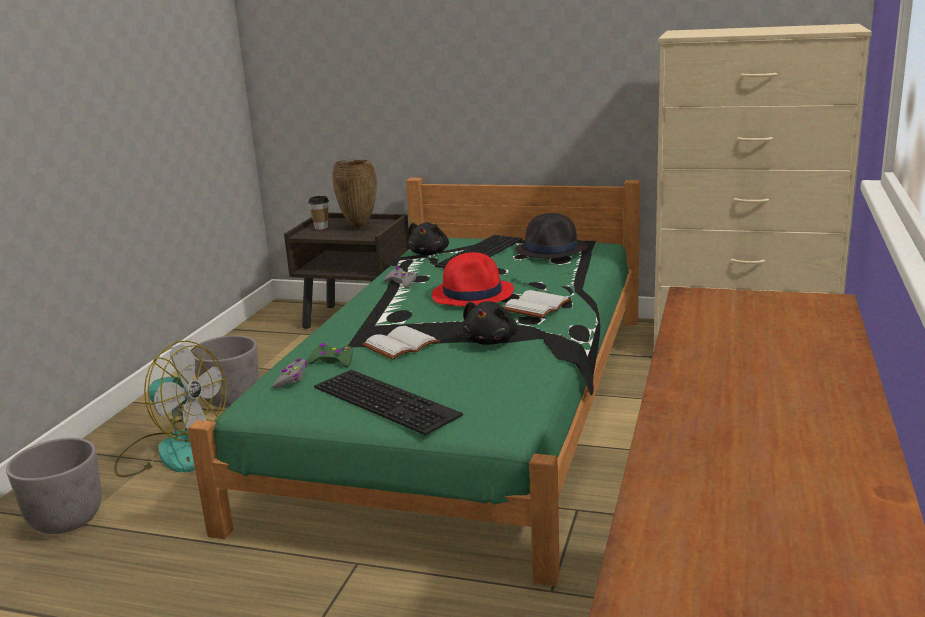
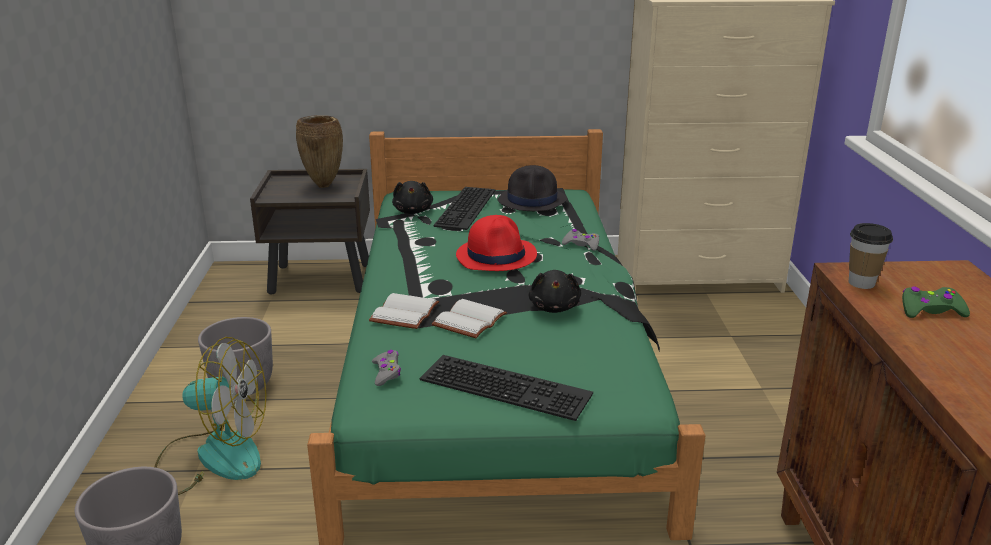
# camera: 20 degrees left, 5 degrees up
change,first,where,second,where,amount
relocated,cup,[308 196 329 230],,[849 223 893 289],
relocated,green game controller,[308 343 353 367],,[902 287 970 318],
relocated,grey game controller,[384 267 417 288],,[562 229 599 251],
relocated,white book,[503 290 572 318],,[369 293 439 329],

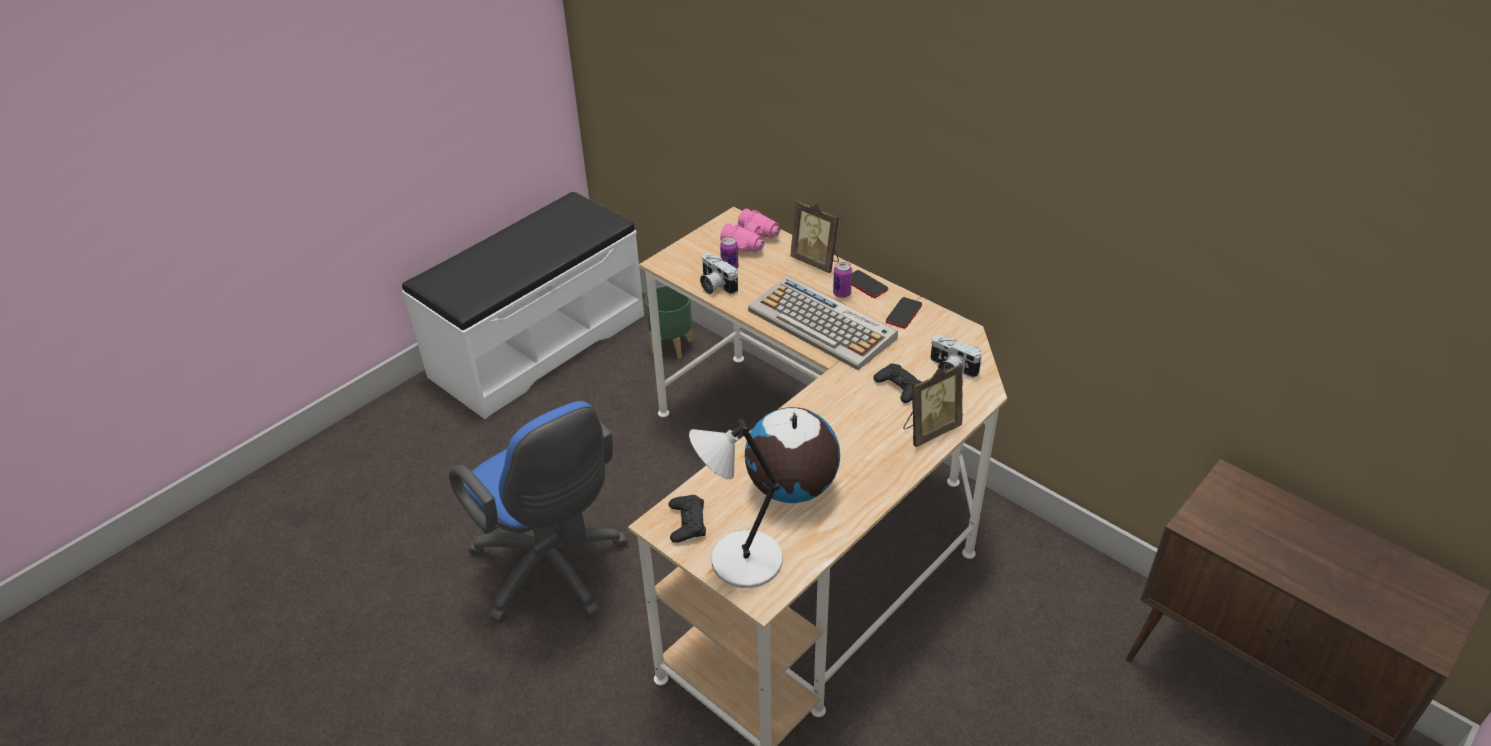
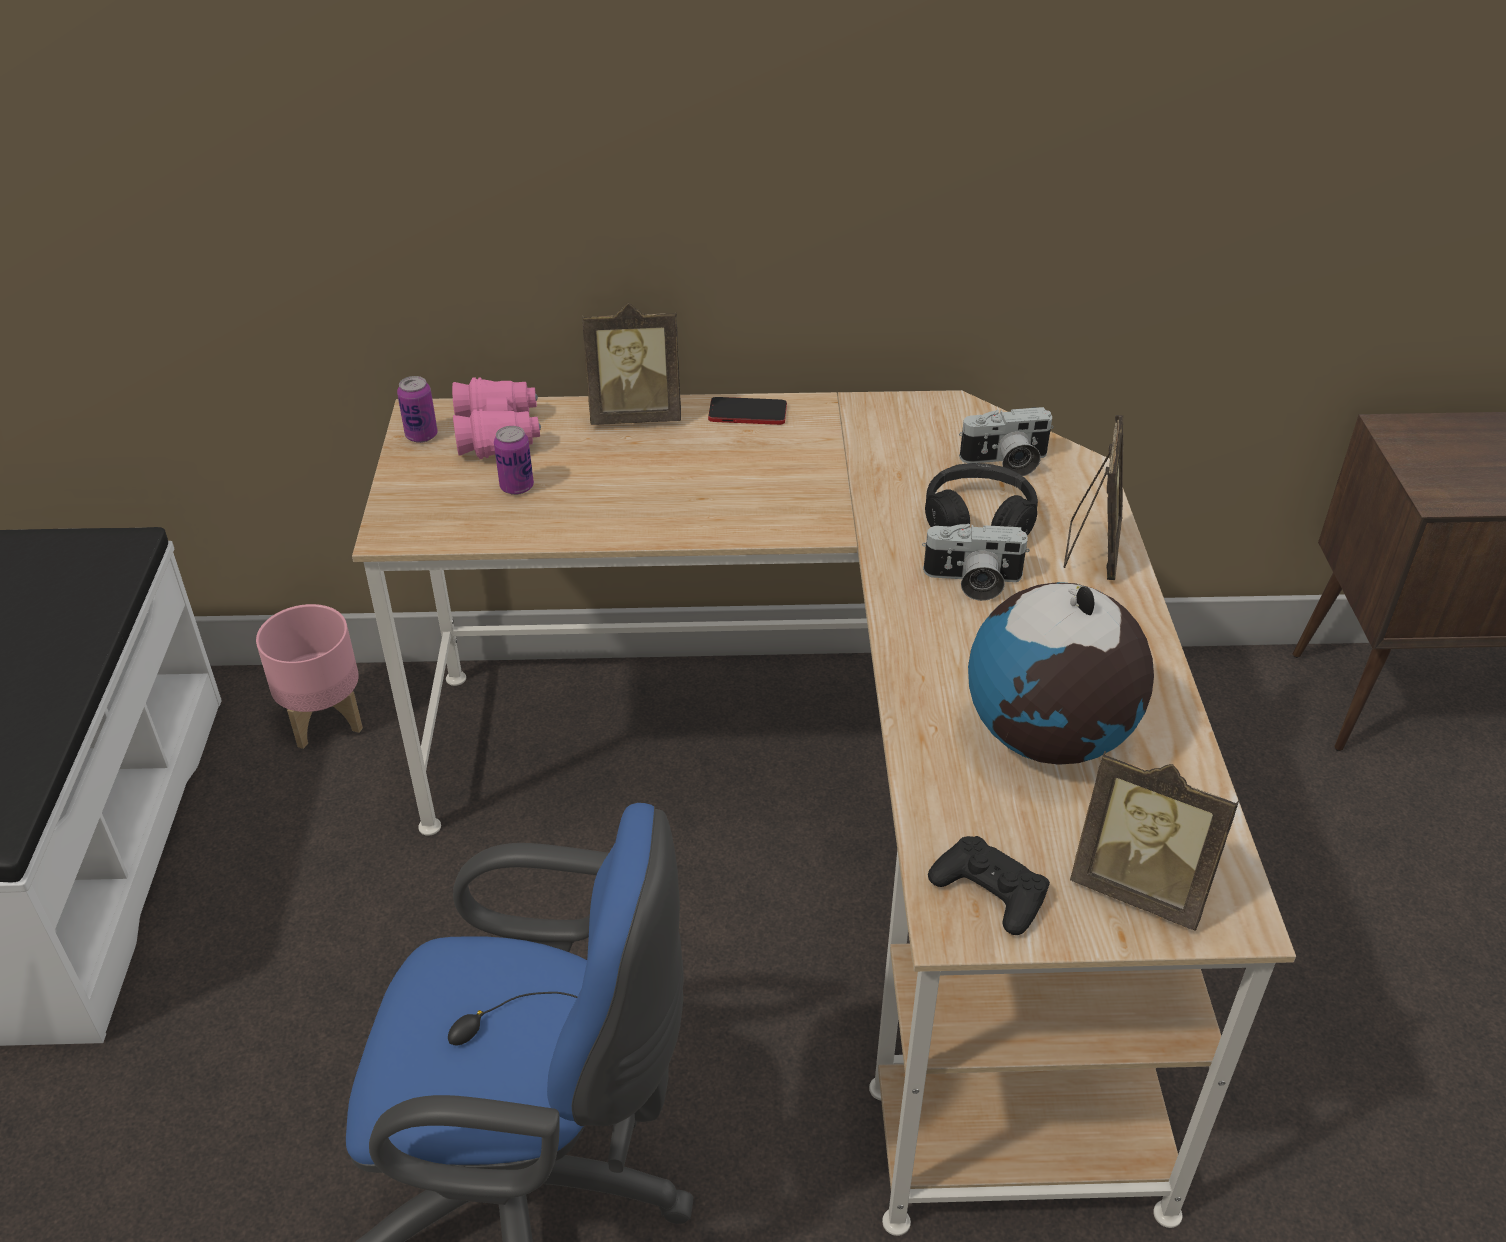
# camera: 45 degrees left, 0 degrees up
change,first,where,second,where,amount
colour,green planter,[645 285 693 359],pink planter,[256 604 363 749],
exchanged,grey table lamp,[689 419 783 588],picture frame,[1070 751 1239 931],
relocated,photo camera,[700 253 738 295],,[922 523 1030 601],
missing,keyboard,[748 276 898 370],,,
relocated,can,[833 262 852 298],,[397 376 438 443],
exchanged,black game controller,[873 364 922 403],black headphones,[925 463 1038 536],
missing,phone,[886 297 922 329],,,

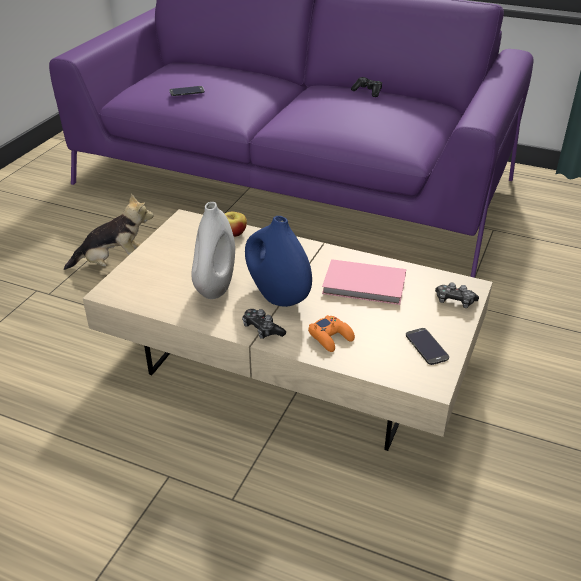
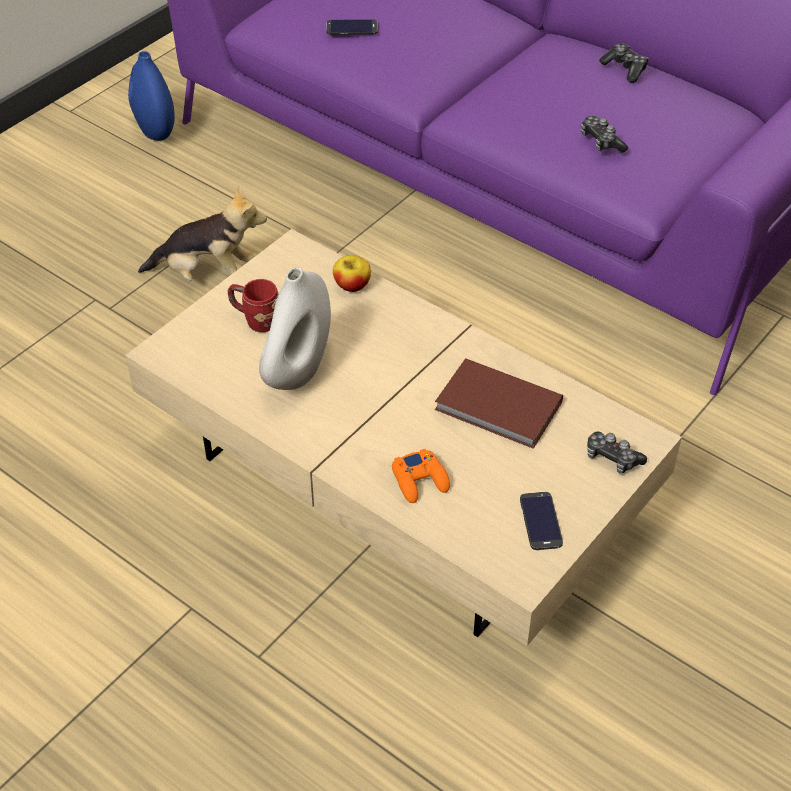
# camera: 15 degrees right, 10 degrees up
change,first,where,second,where,amount
relocated,game controller,[242 309 286 339],,[581 116 628 153],
relocated,blue vase,[245 216 312 307],,[128 51 175 141],
colour,pink book,[322 259 406 305],brown book,[435 358 563 449],
appeared,,,red mug,[228 279 278 332],

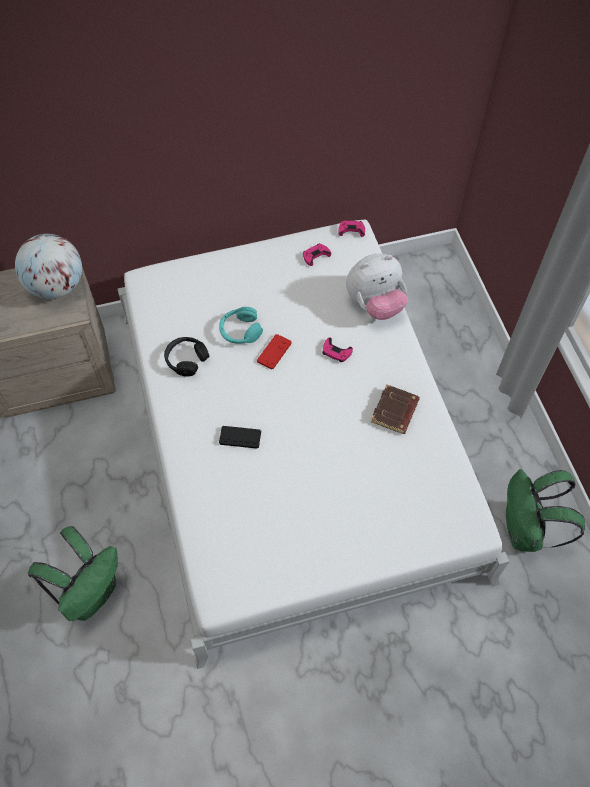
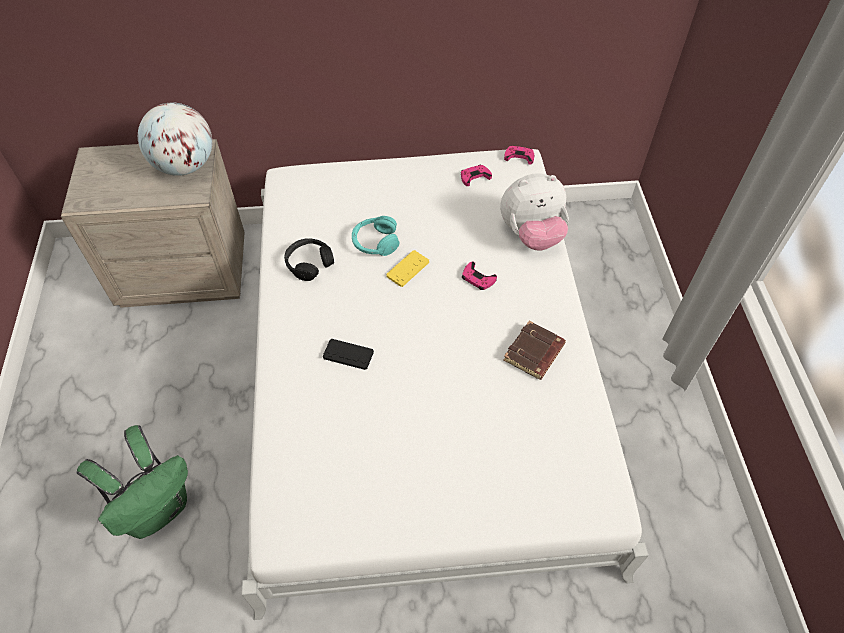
# camera: 10 degrees right, 5 degrees down
change,first,where,second,where,amount
colour,red game controller,[257 334 292 370],yellow game controller,[386 250 429 287],
missing,green backpack,[506 469 585 552],,,

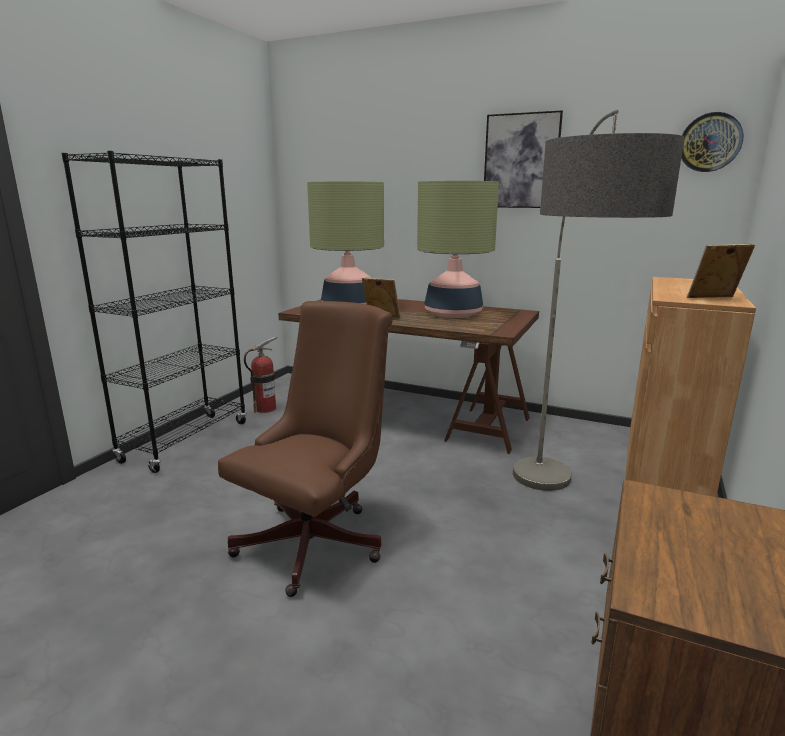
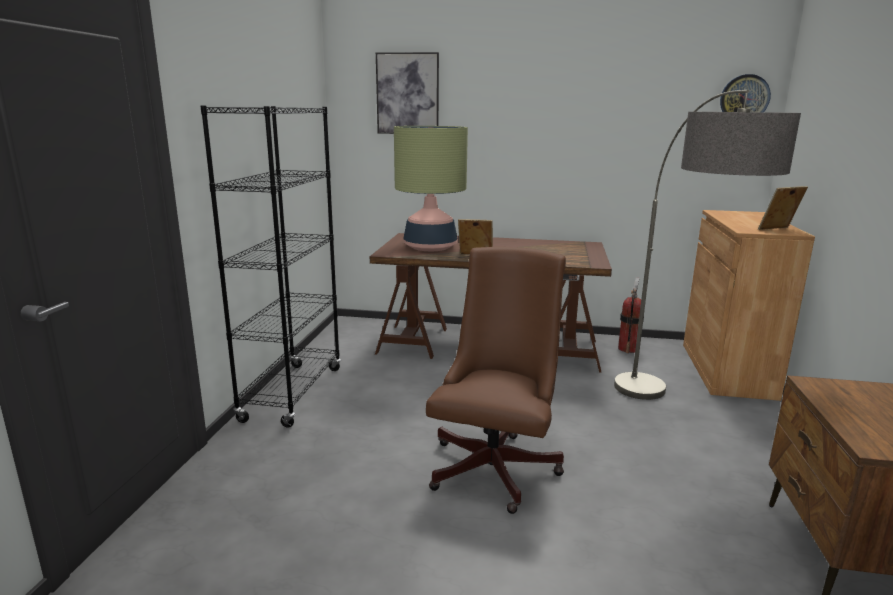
# camera: 15 degrees left, 0 degrees up
change,first,where,second,where,amount
relocated,fire extinguisher,[244 337 277 413],,[618 277 644 353],
missing,table lamp,[417 181 499 318],,,
relocated,picture,[484 110 563 208],,[376 52 439 134],

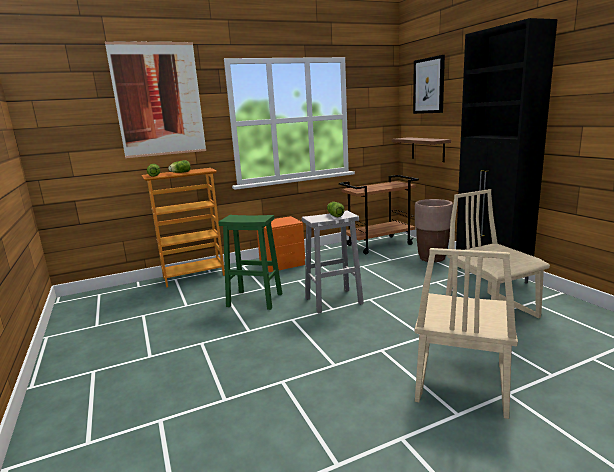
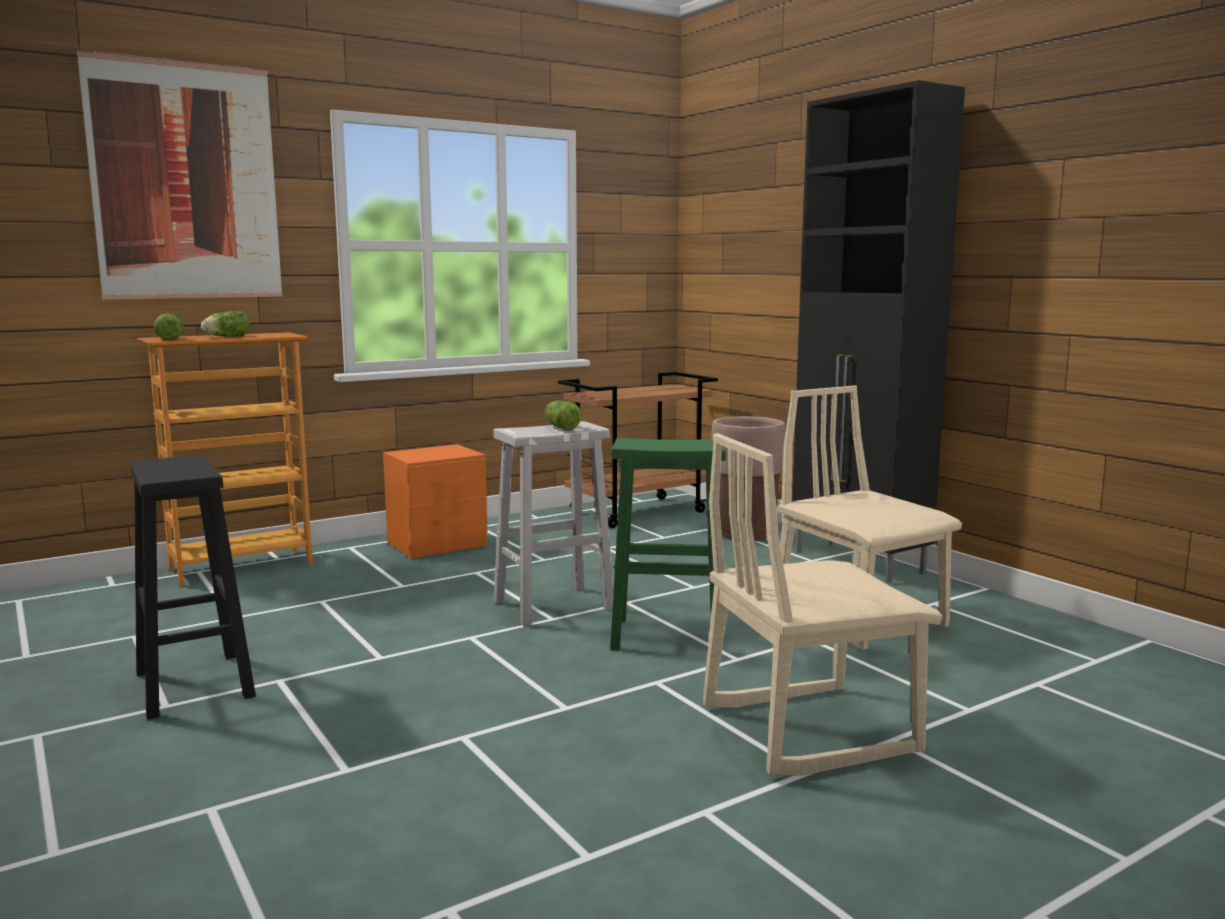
# camera: 10 degrees left, 5 degrees down
change,first,where,second,where,amount
relocated,green stool,[218 215 282 310],,[610 438 726 654],
missing,shelf,[392 137 451 162],,,
missing,picture,[413 55 445 114],,,
spun,beige chair,[415 248 518 419],,[703 433 942 776],60 degrees clockwise
appeared,,,black stool,[130 455 256 719],

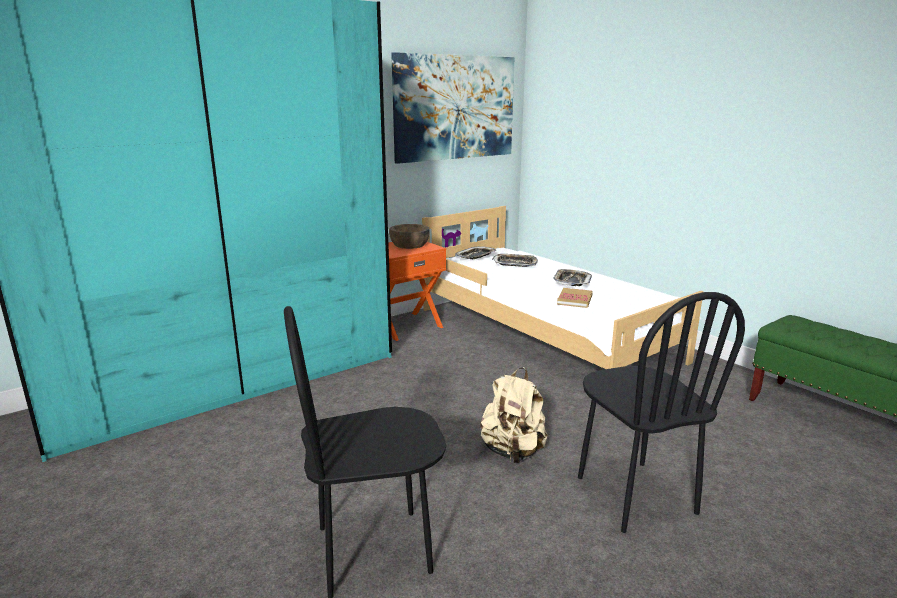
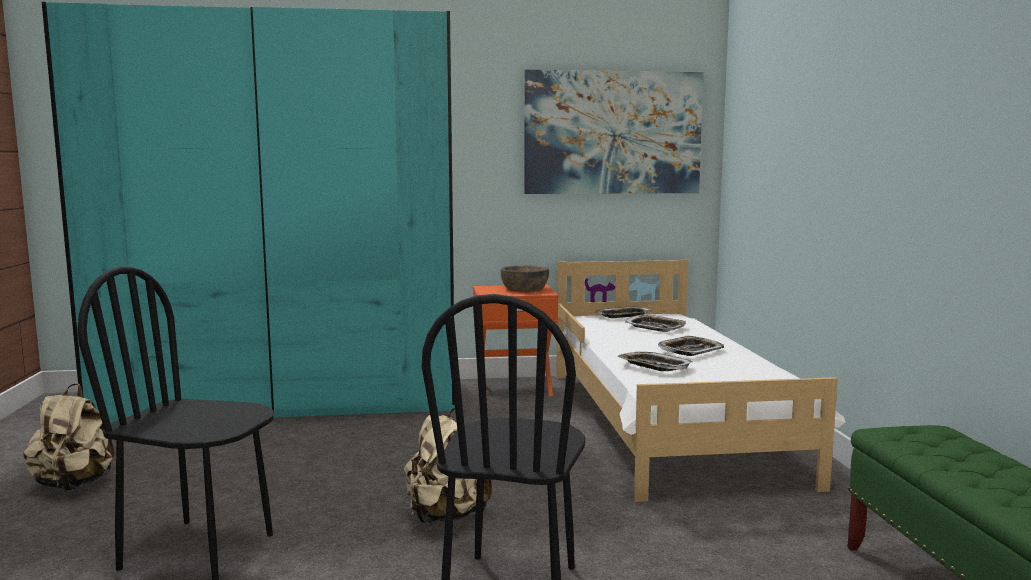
# camera: 30 degrees right, 10 degrees down
change,first,where,second,where,amount
exchanged,book,[557 288 593 308],tray,[618 352 692 371],
appeared,,,beige backpack,[23 383 114 491],

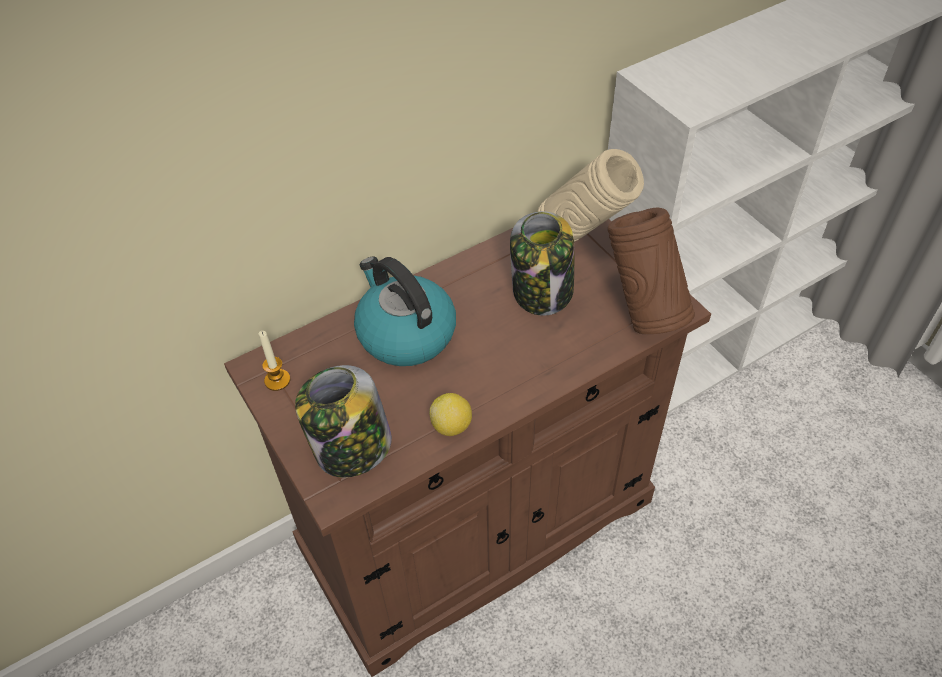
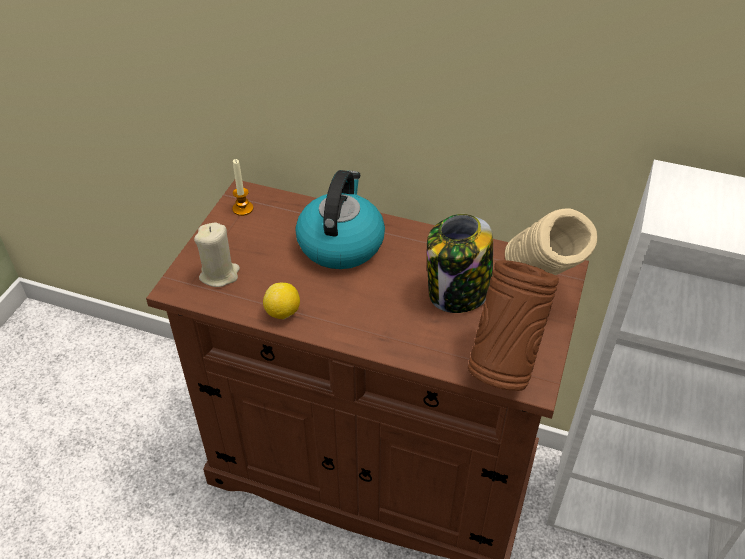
# camera: 50 degrees right, 5 degrees down
change,first,where,second,where,amount
exchanged,jar,[295 365 392 478],beige candle,[194 222 240 287],

